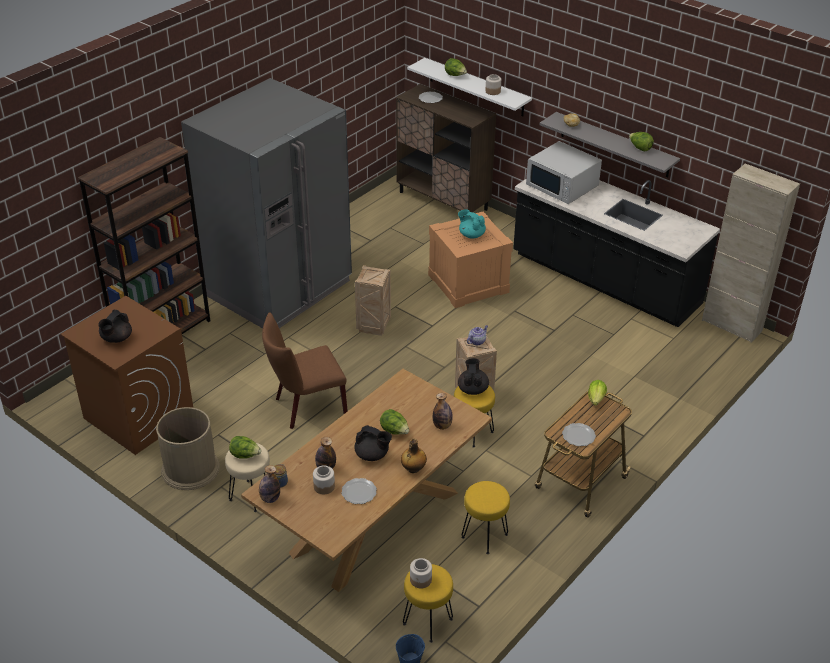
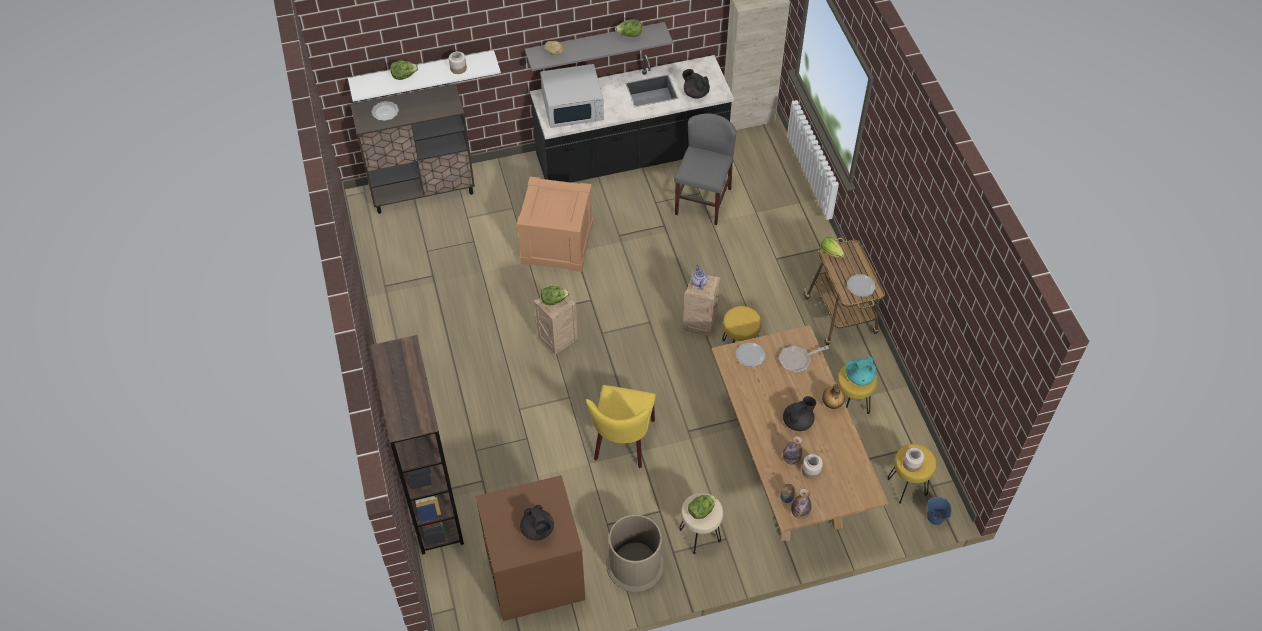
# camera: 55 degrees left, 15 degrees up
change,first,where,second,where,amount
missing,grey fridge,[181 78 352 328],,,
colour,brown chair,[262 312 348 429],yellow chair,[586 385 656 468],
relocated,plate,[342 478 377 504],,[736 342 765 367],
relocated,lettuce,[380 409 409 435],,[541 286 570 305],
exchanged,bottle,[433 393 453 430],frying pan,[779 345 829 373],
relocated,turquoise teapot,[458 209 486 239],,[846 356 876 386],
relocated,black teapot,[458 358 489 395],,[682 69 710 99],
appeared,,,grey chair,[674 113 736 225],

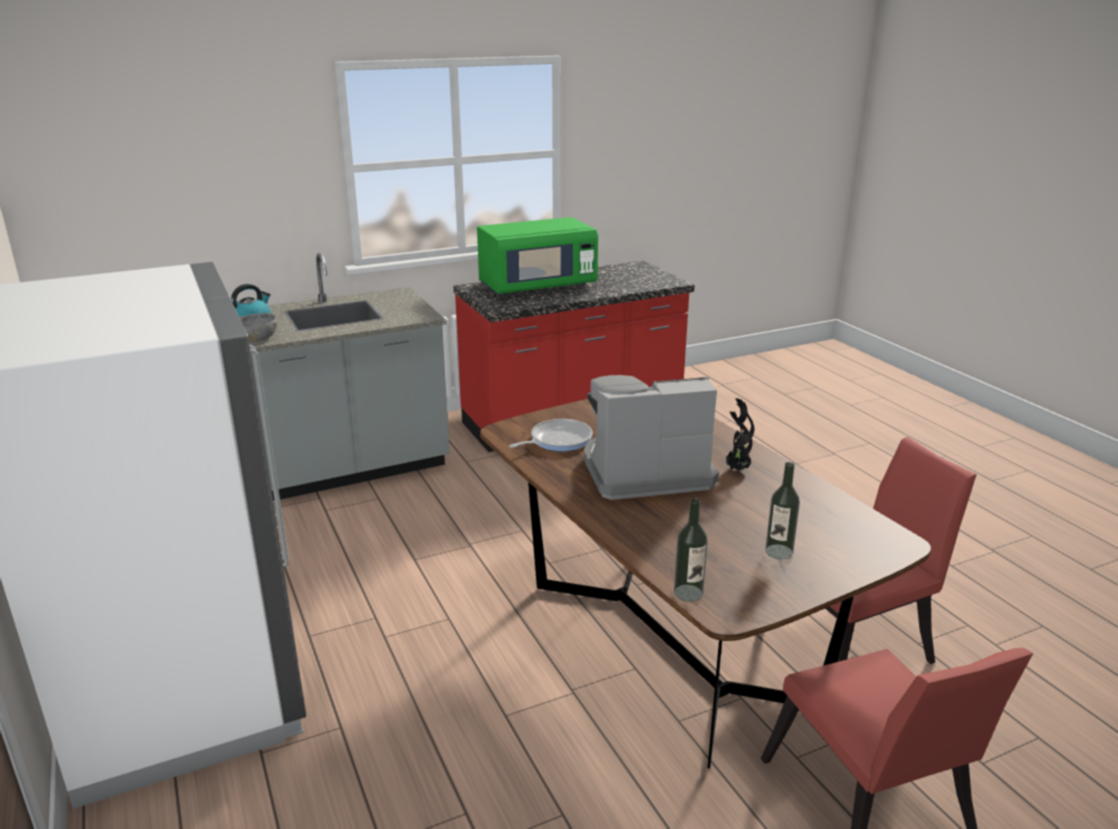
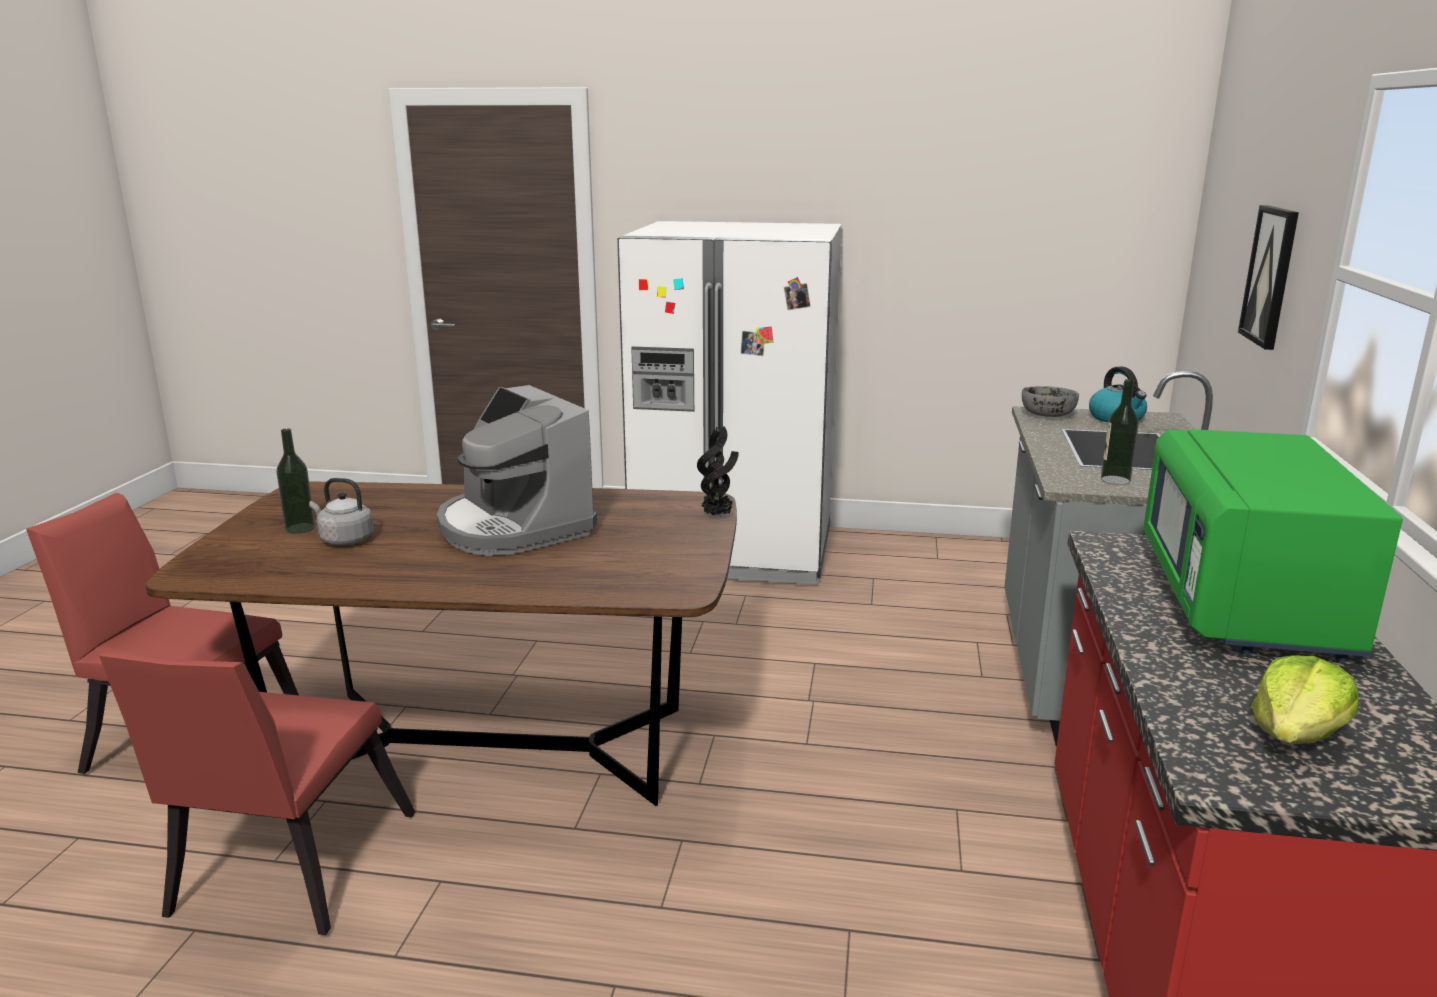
# camera: 125 degrees right, 5 degrees down
change,first,where,second,where,amount
missing,frying pan,[509 419 593 452],,,
spun,coffee machine,[584 375 719 500],,[437 385 597 556],120 degrees clockwise
relocated,bottle,[674 498 708 602],,[1101 379 1139 485],
relocated,potted plant,[724 398 754 471],,[697 426 738 517],
appeared,,,grey kettle,[309 478 374 546],
appeared,,,picture,[1238 205 1299 350],
appeared,,,lettuce,[1252 655 1359 744],

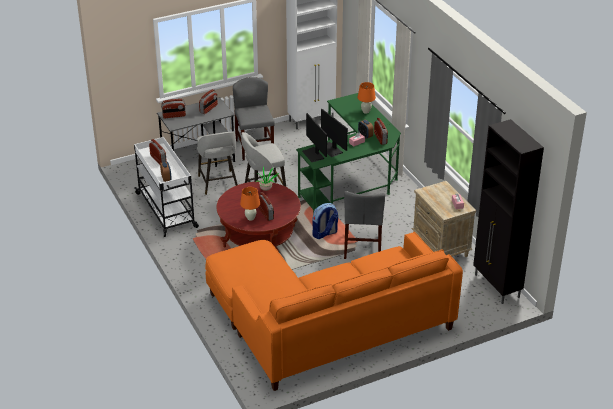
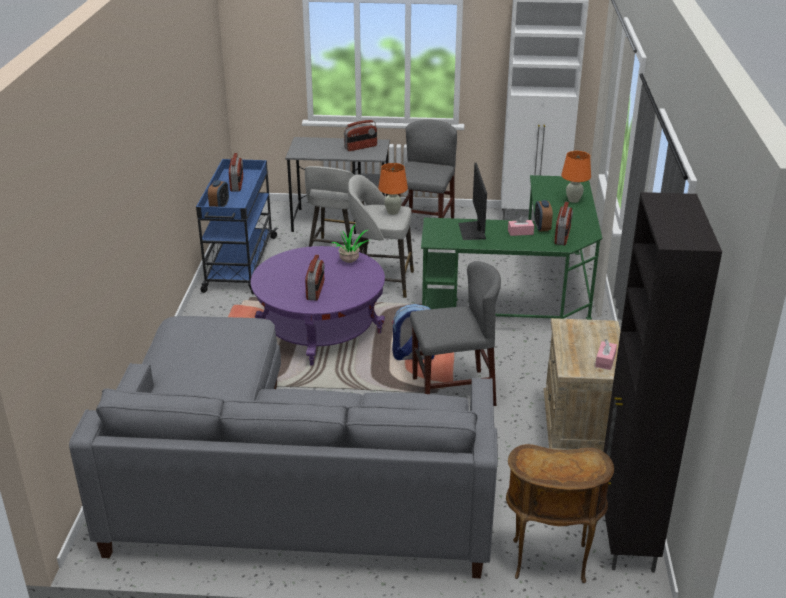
# camera: 30 degrees right, 5 degrees down
change,first,where,second,where,amount
colour,white cart,[134 137 199 237],blue cart,[196 159 278 294],
missing,radio,[161 99 186 118],,,
colour,orange sofa,[205 232 463 391],grey sofa,[69 316 498 578],
colour,red coffee table,[216 181 301 252],purple coffee table,[251 246 385 366],
relocated,orange table lamp,[240 187 260 221],,[378 163 408 215],
missing,monitor,[302 113 327 162],,,
spun,grey chair,[344 191 385 259],,[410 261 501 406],135 degrees counterclockwise
appeared,,,brown side table,[506 444 614 583],

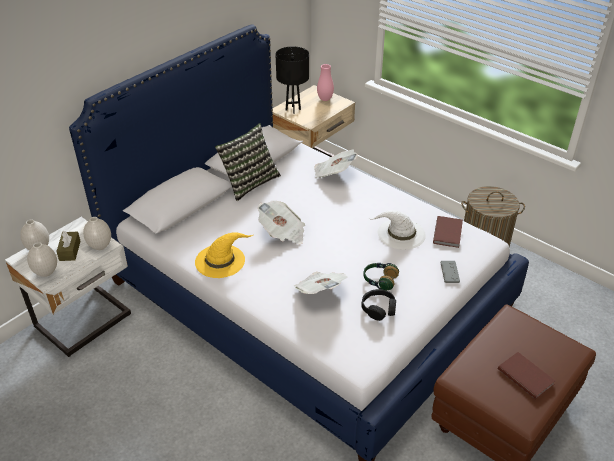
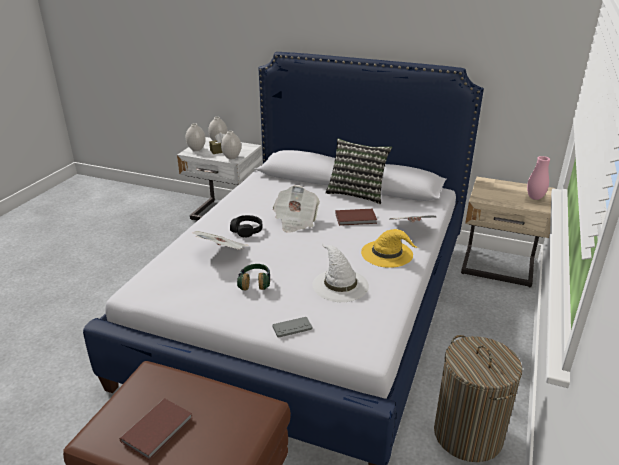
# camera: 70 degrees right, 10 degrees down
change,first,where,second,where,amount
relocated,yellow hat,[195 232 253 278],,[361 229 418 268],
missing,black table lamp,[275 46 309 114],,,
relocated,black headphones,[361 289 396 321],,[230 215 262 238],
relocated,brown book,[433 216 463 248],,[335 209 377 226],

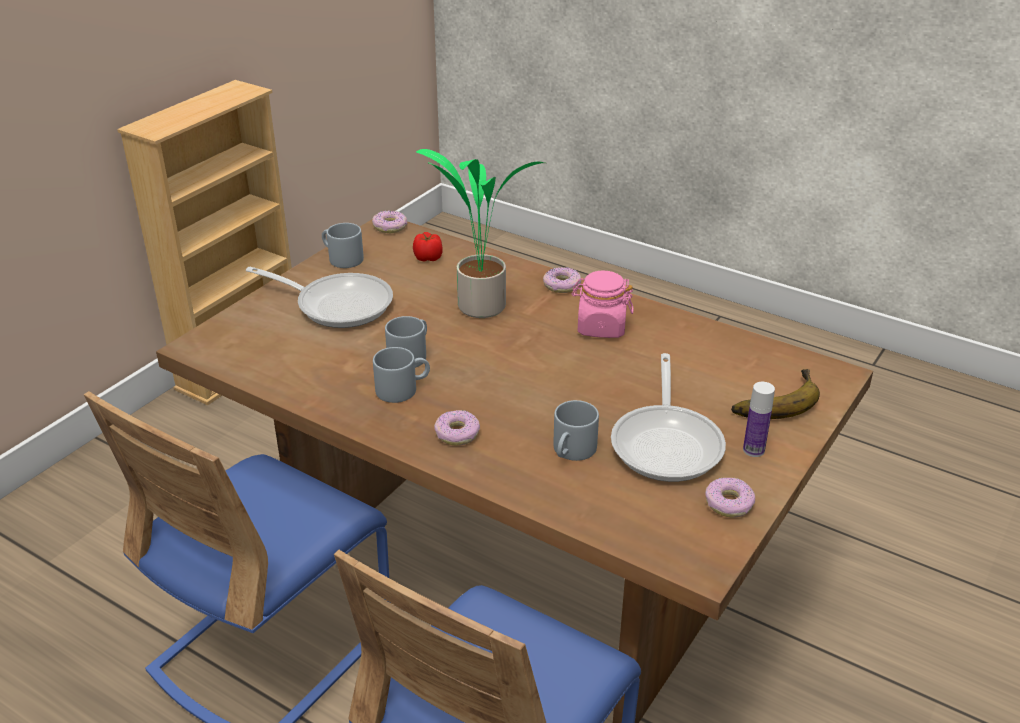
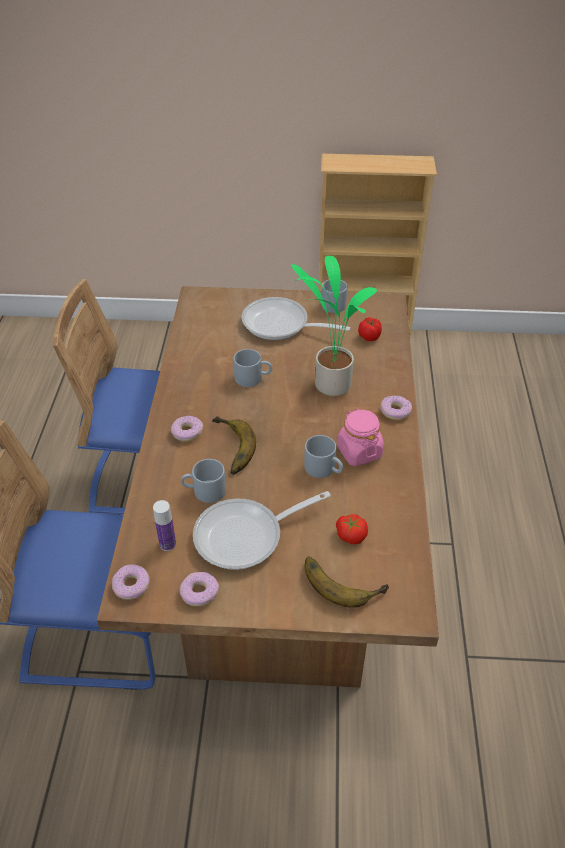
# camera: 60 degrees right, 10 degrees up
change,first,where,second,where,amount
spun,frying pan,[246 267 393 328],,[242 297 350 340],120 degrees clockwise
relocated,donut,[372 211 407 233],,[112 564 150 600],
relocated,grey mug,[373 347 430 403],,[304 435 343 478],
relocated,bottle,[743 382 775 457],,[153 500 176 551],
appeared,,,banana,[212 416 256 475],
appeared,,,tomato,[336 514 368 544],

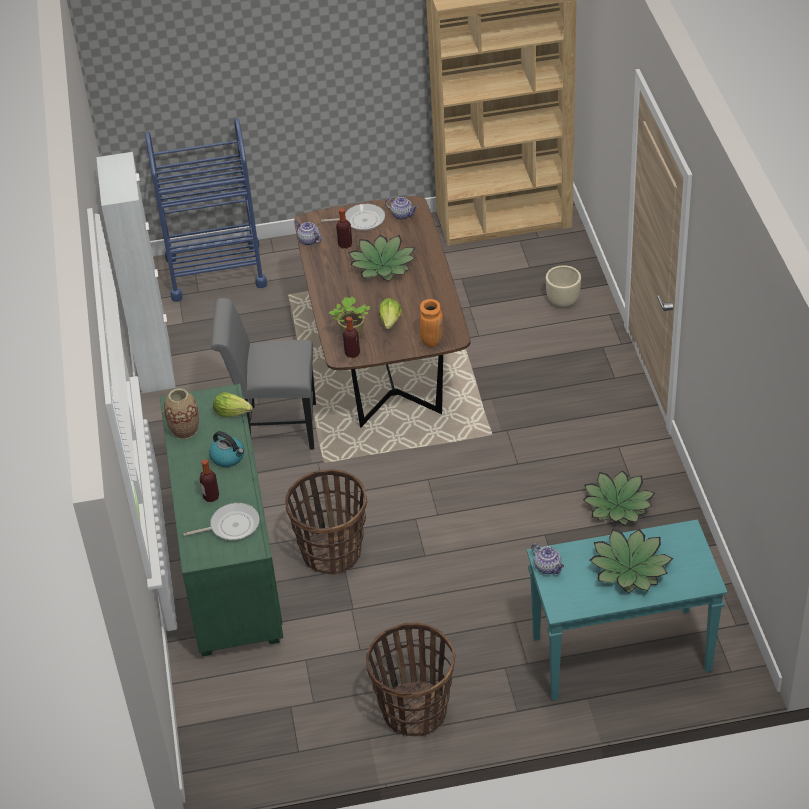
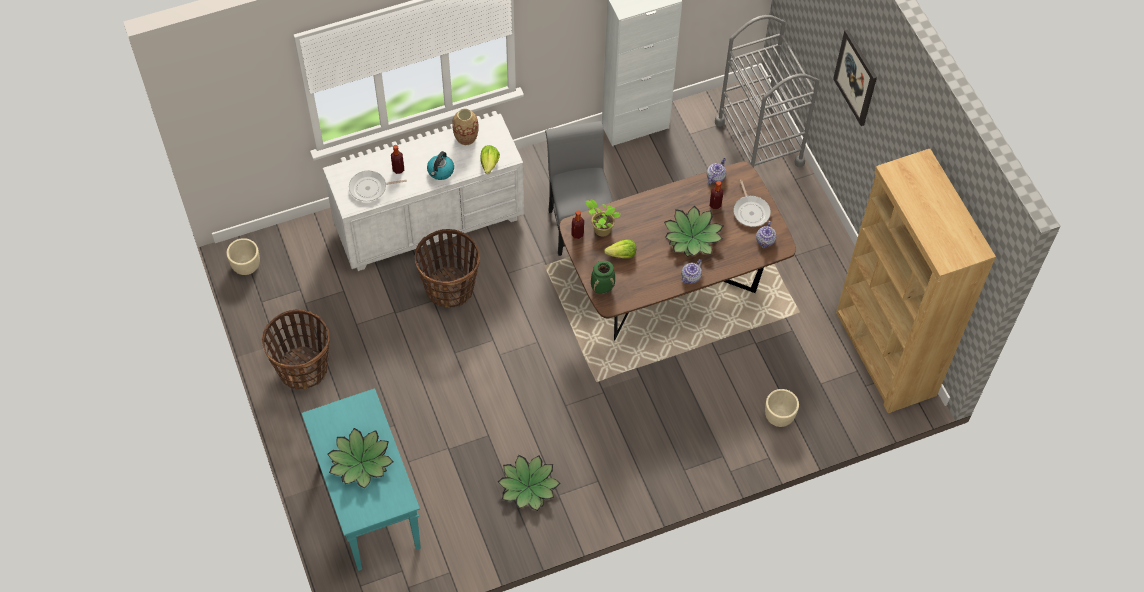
# camera: 75 degrees right, 15 degrees up
change,first,where,second,where,amount
colour,blue cart,[145 118 267 302],grey cart,[715 15 819 167],
colour,green dresser,[160 384 284 656],white dresser,[323 114 524 271],
spun,frying pan,[183 503 260 540],,[349 171 407 202],105 degrees clockwise
colour,orange vase,[420 299 443 347],green vase,[591 261 615 294],
relocated,teapot,[531 543 564 574],,[682 259 702 284],
appeared,,,beige planter,[226 238 260 275],
appeared,,,picture,[833 29 877 126],

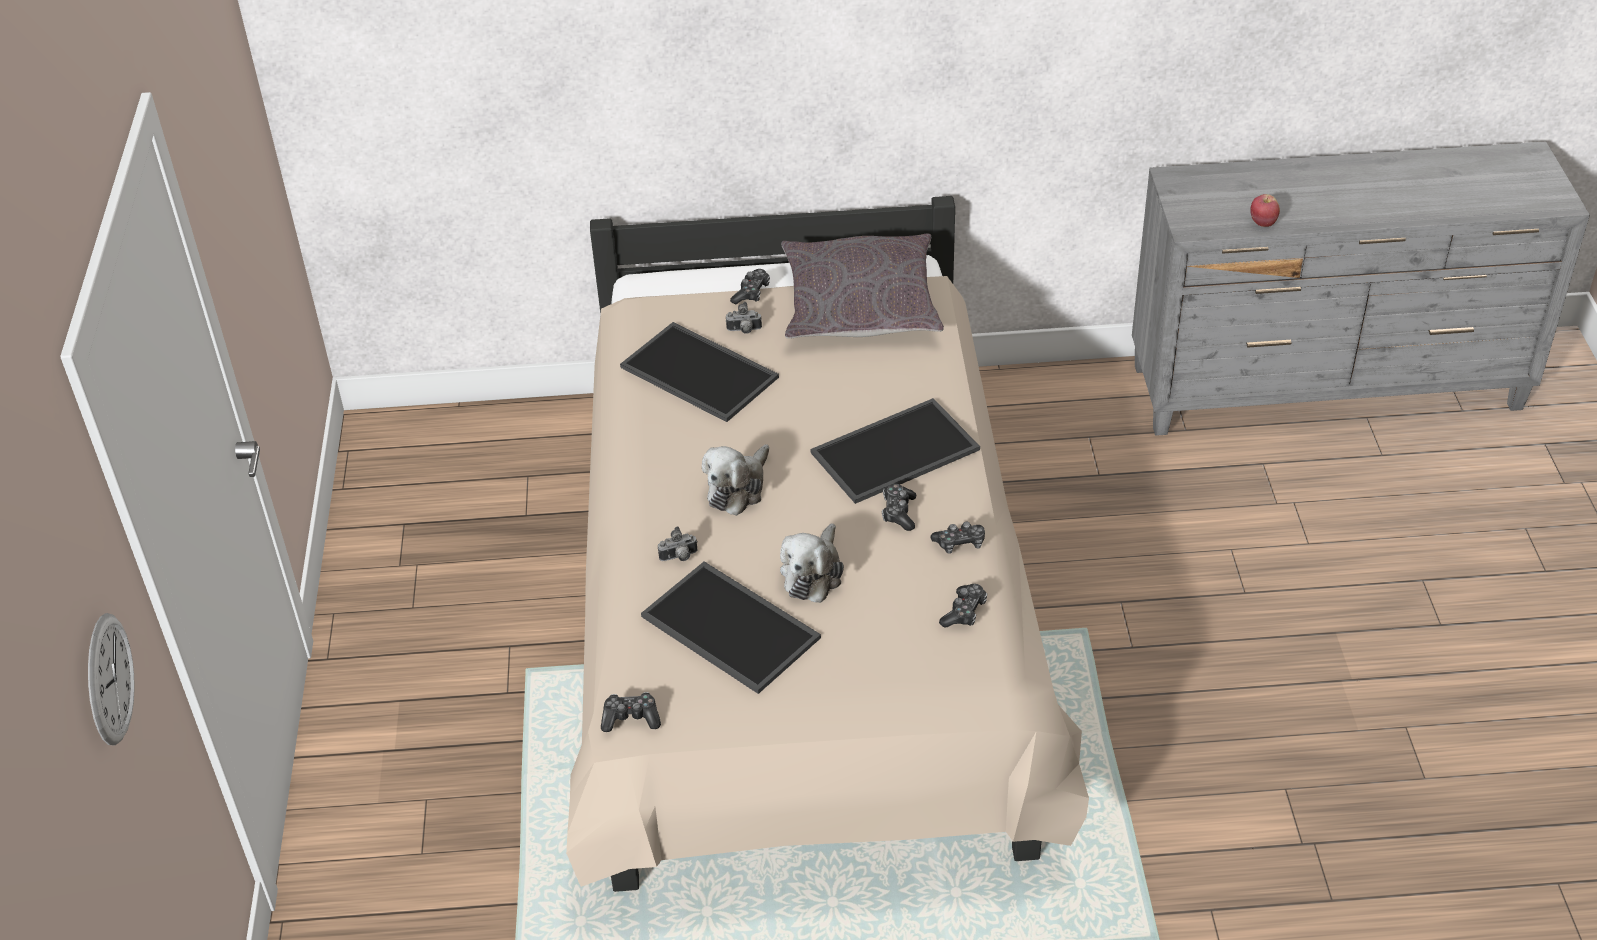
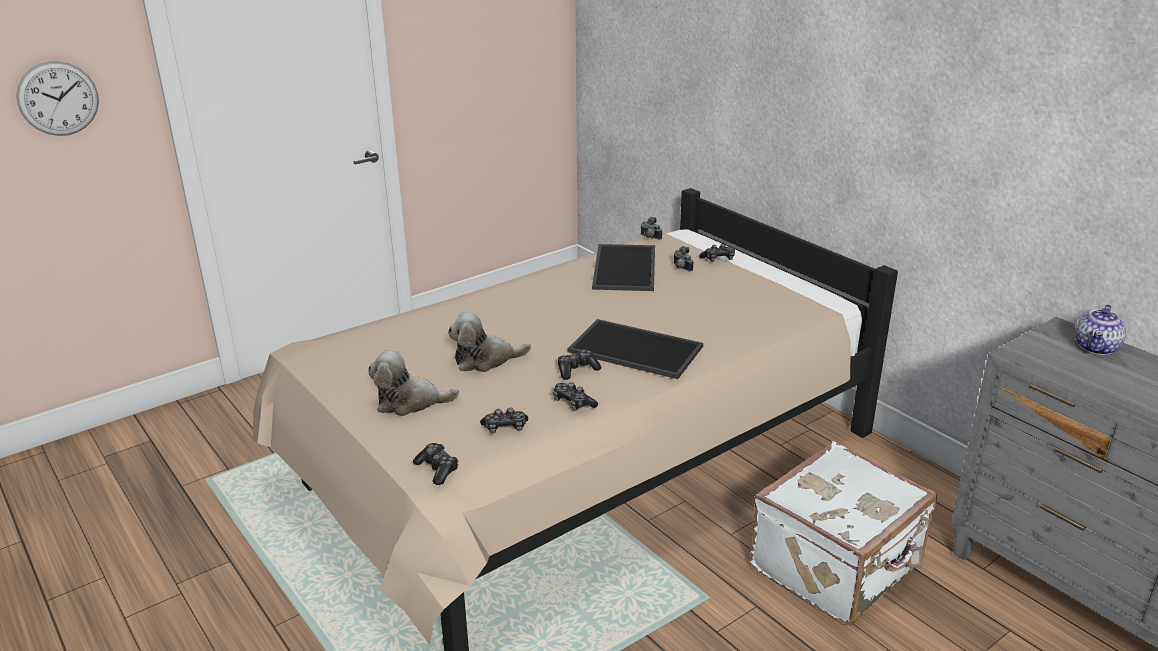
# camera: 55 degrees right, 15 degrees down
change,first,where,second,where,amount
relocated,game controller,[601 692 661 732],,[413 443 458 485],
missing,tray,[641 561 821 694],,,
relocated,photo camera,[658 526 697 561],,[640 217 662 240],
relocated,plush toy,[702 444 769 516],,[368 350 459 416],
missing,grey pillow,[781 234 944 339],,,
missing,apple,[1250 194 1280 227],,,
appeared,,,white suitcase,[750 441 937 625],
appeared,,,teapot,[1075 305 1126 355],

